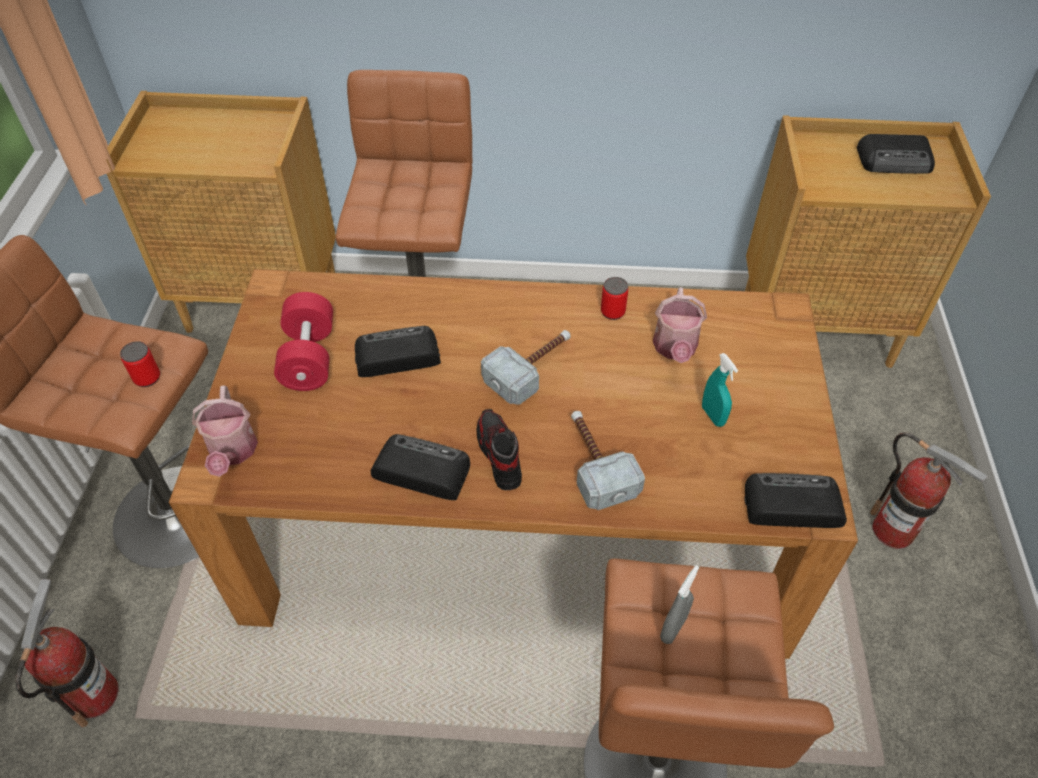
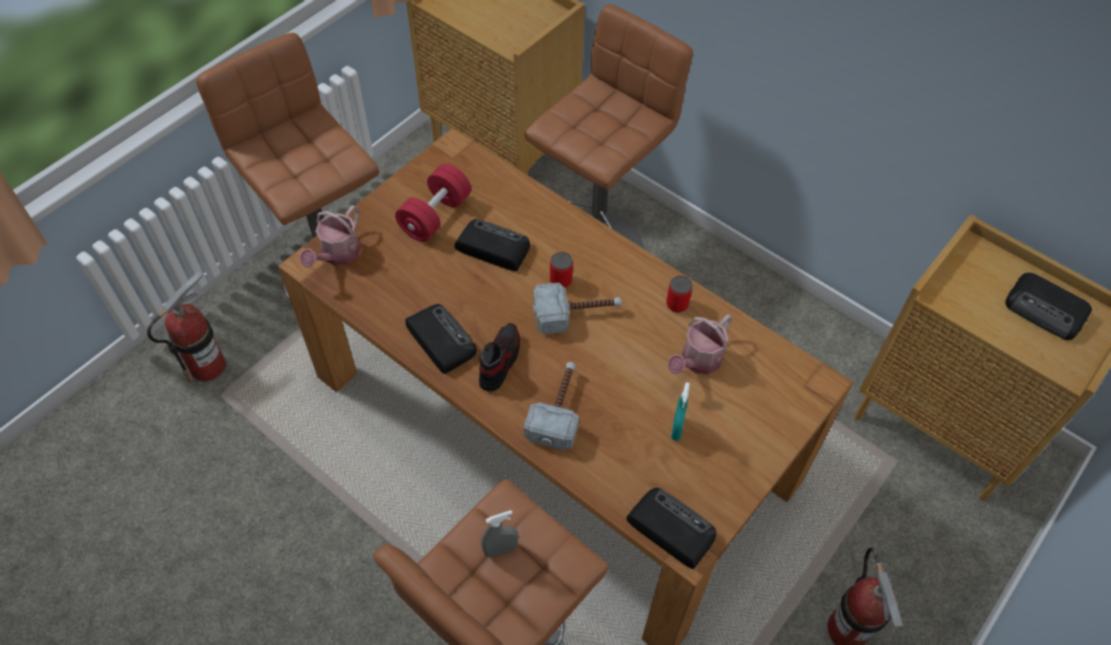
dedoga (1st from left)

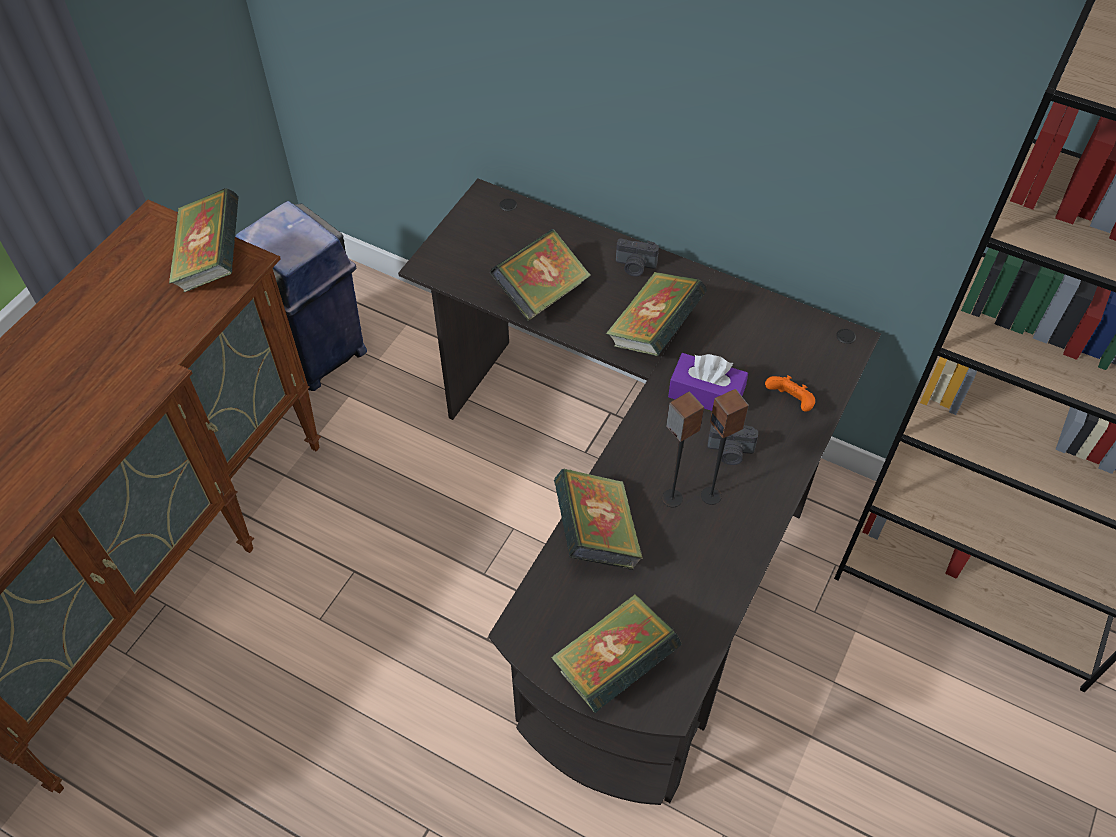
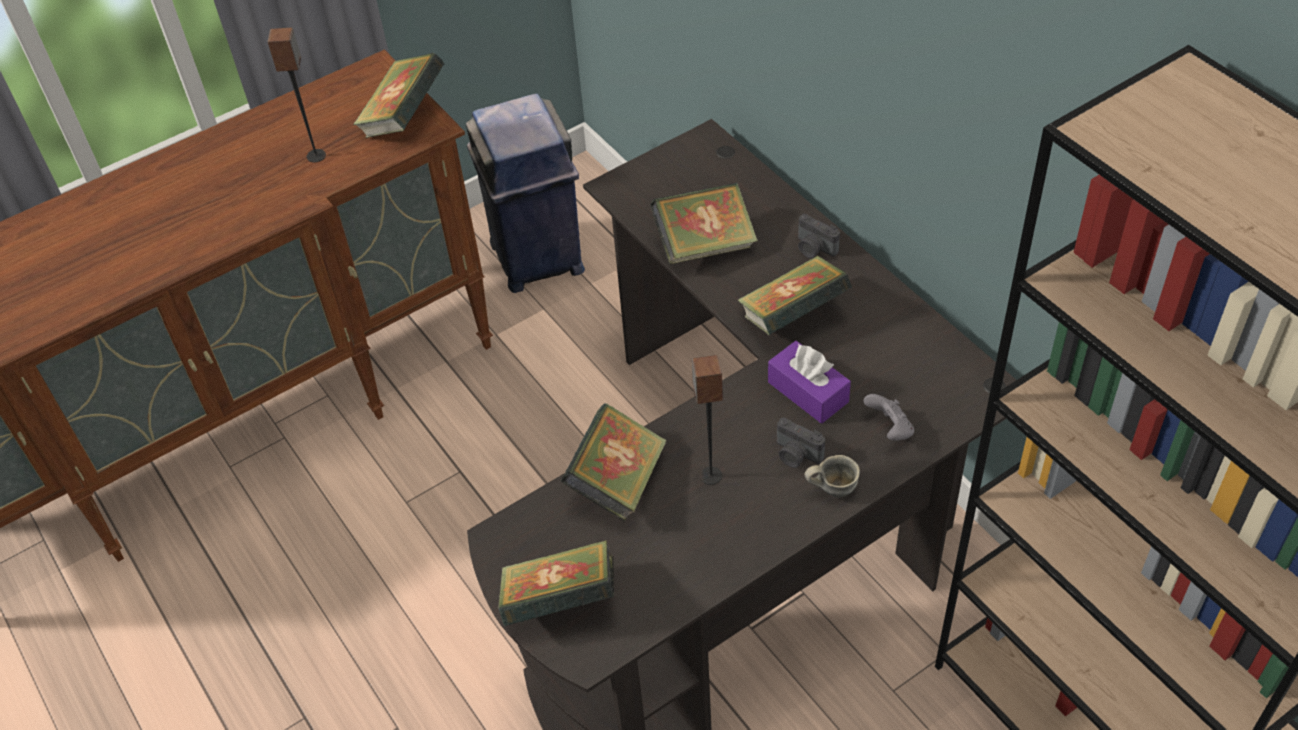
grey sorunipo; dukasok (1st from left); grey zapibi

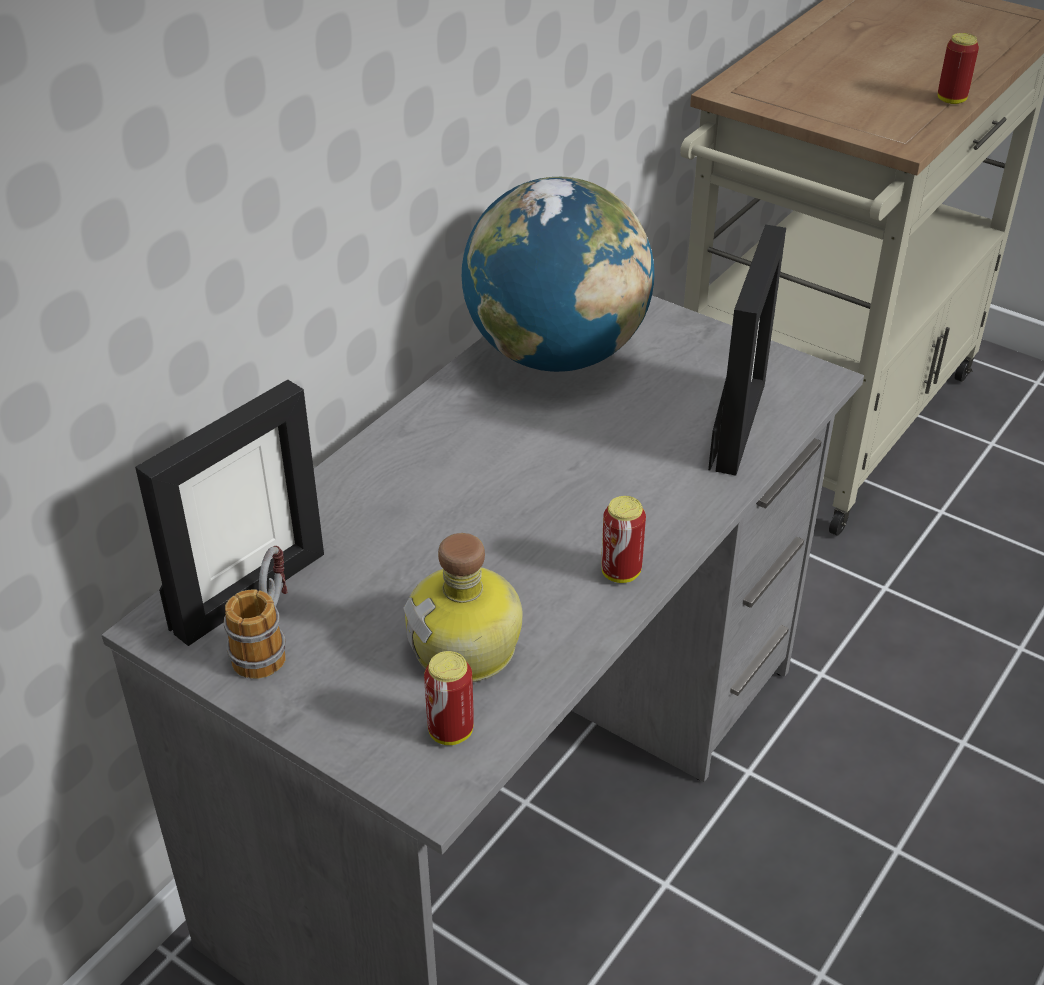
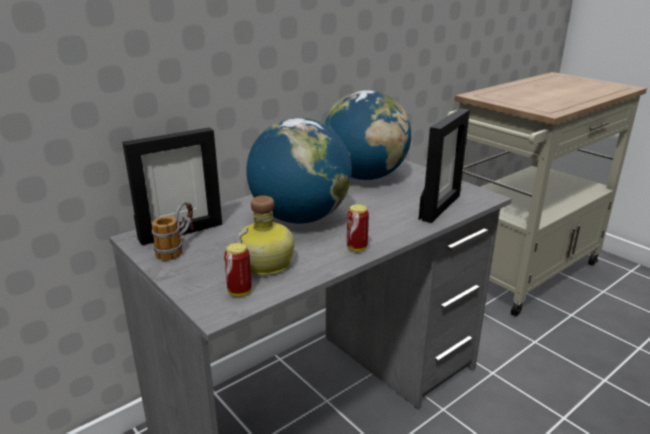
dedoga (3rd from left in the first image); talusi (1st from left)

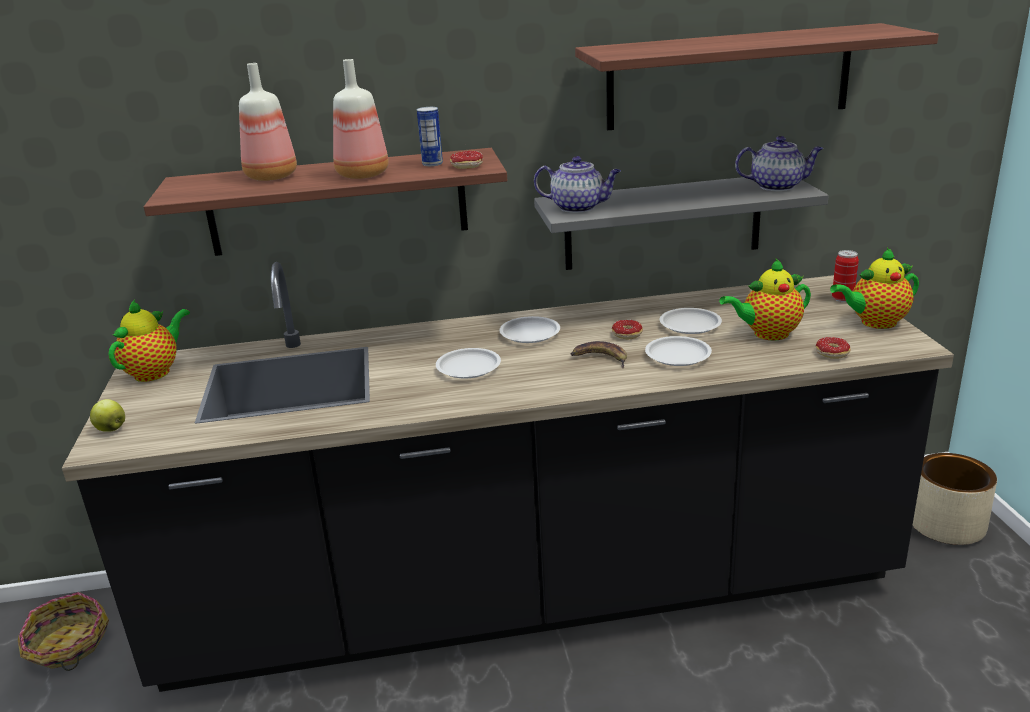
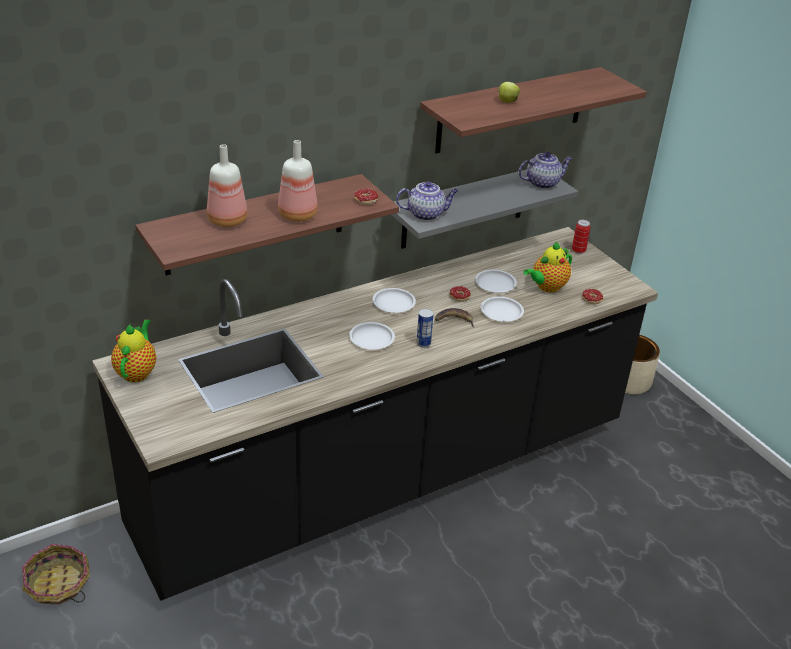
dedoga (1st from left); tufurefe (5th from left in the first image); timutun

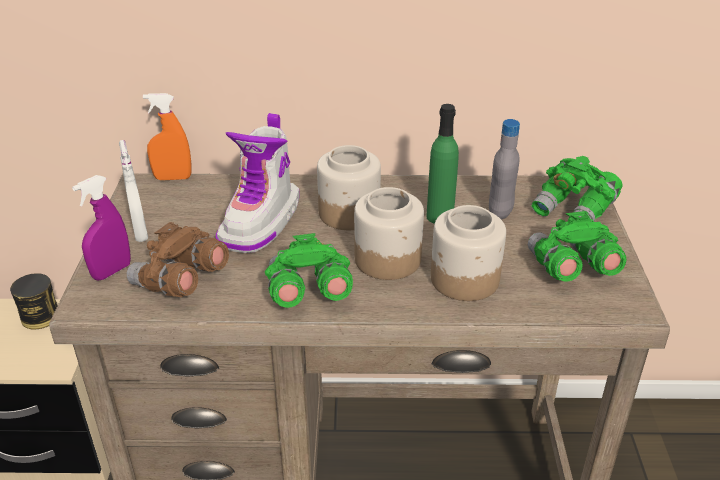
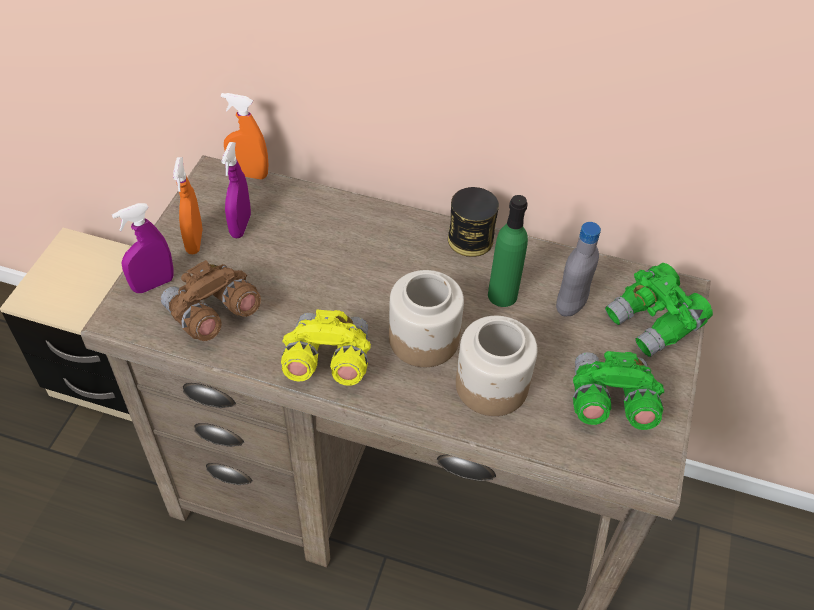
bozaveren; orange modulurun (1st from left); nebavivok (1st from left in the first image); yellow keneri; dedoga; purple modulurun (2nd from left)

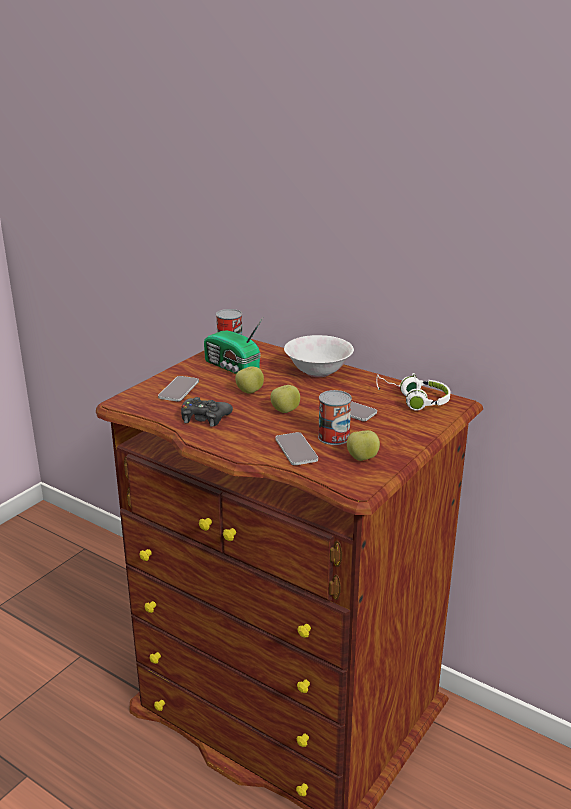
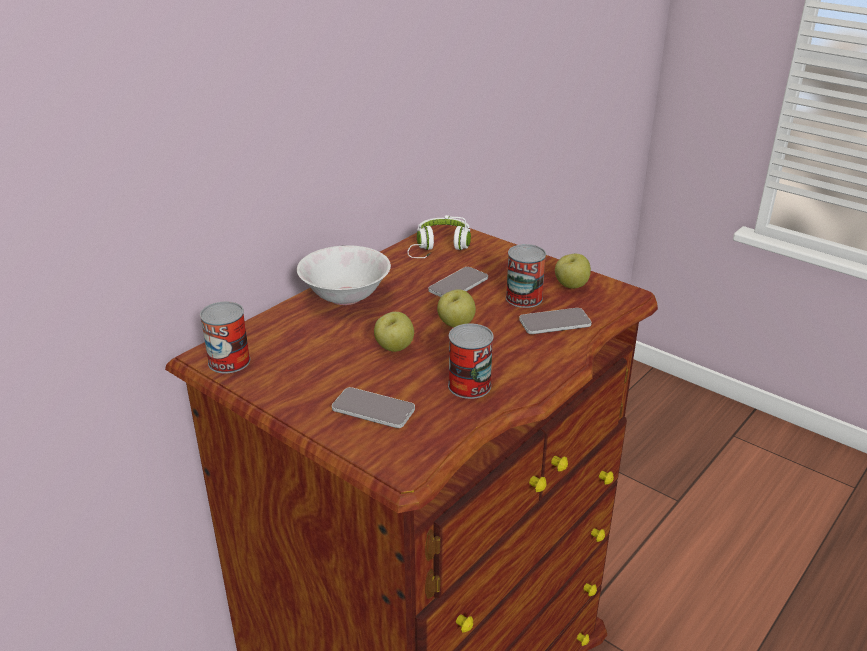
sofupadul; dedoga (2nd from left)

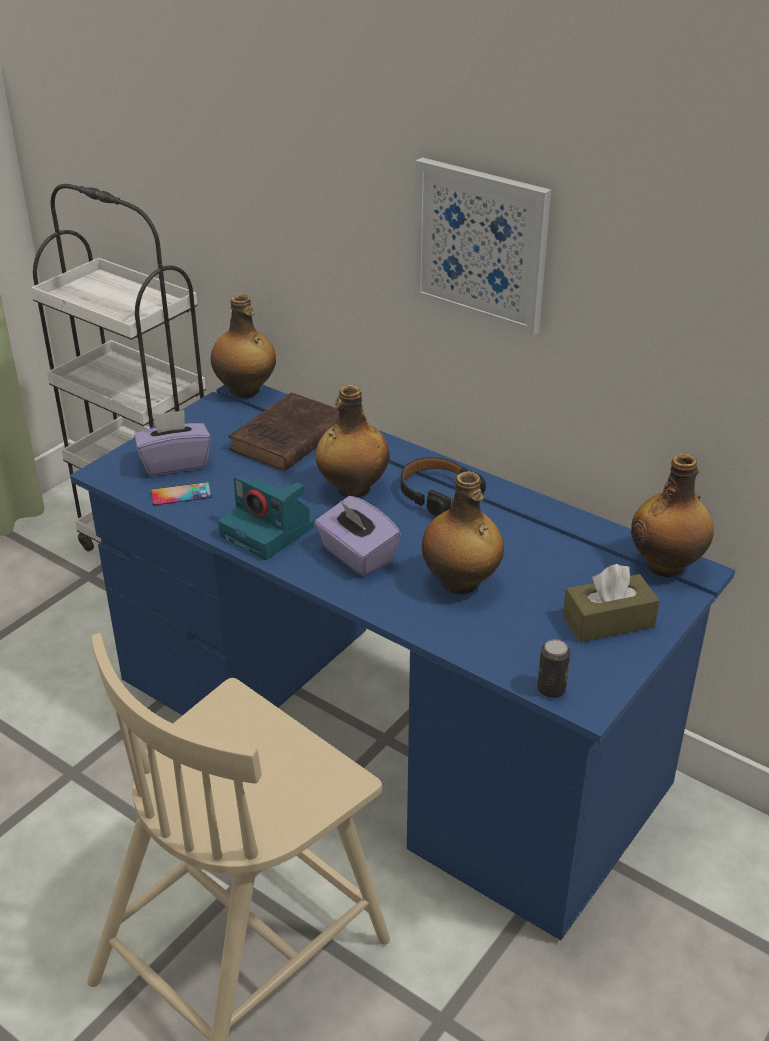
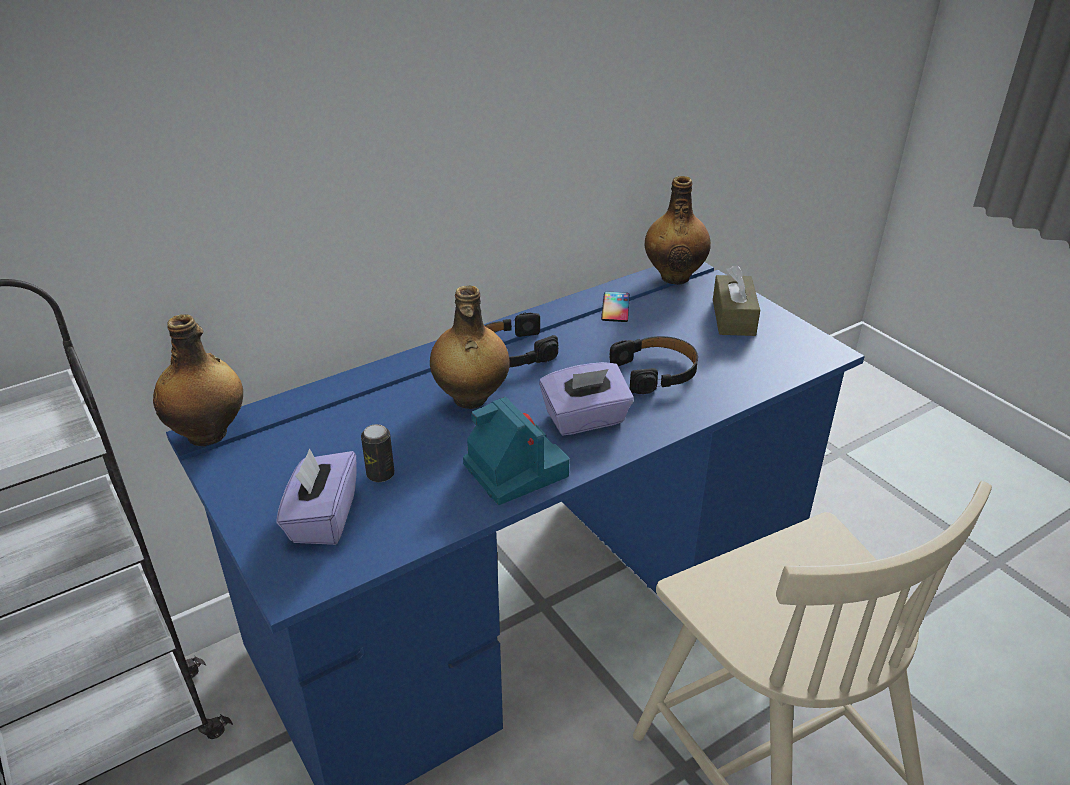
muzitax; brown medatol; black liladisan (2nd from left); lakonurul; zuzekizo; dedoga

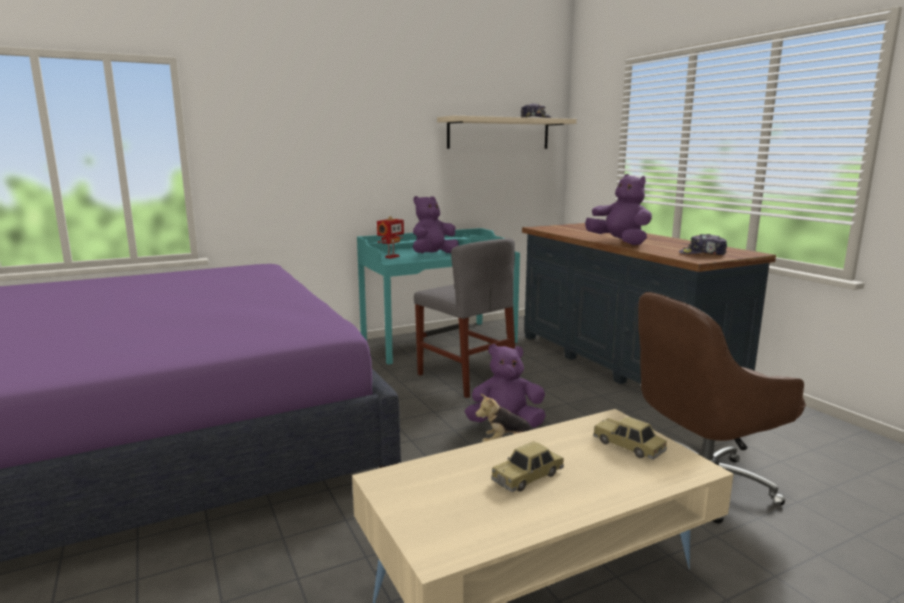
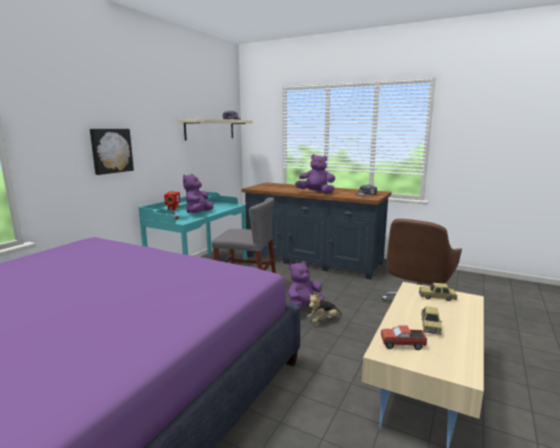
muzitax; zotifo

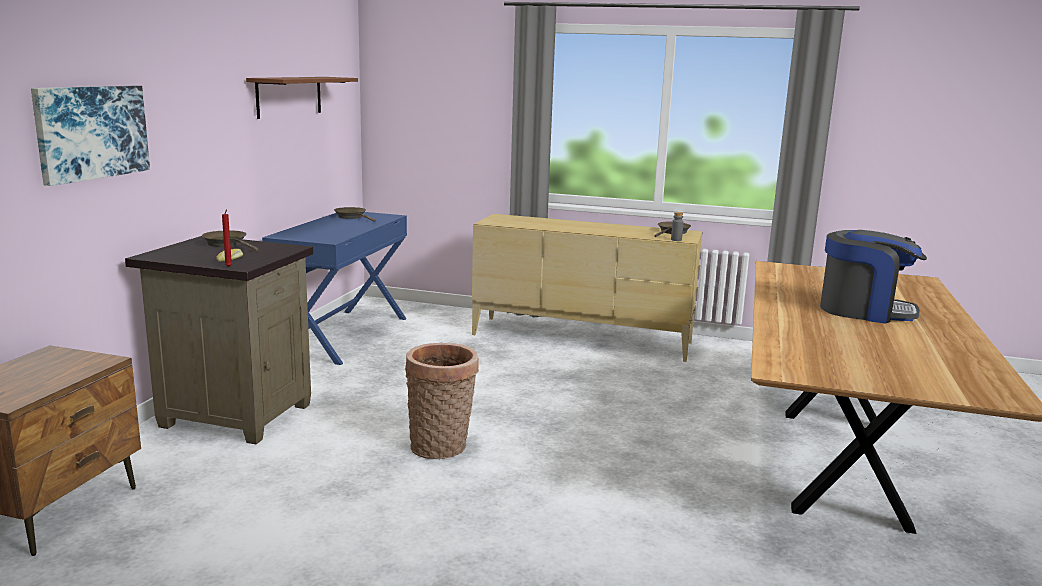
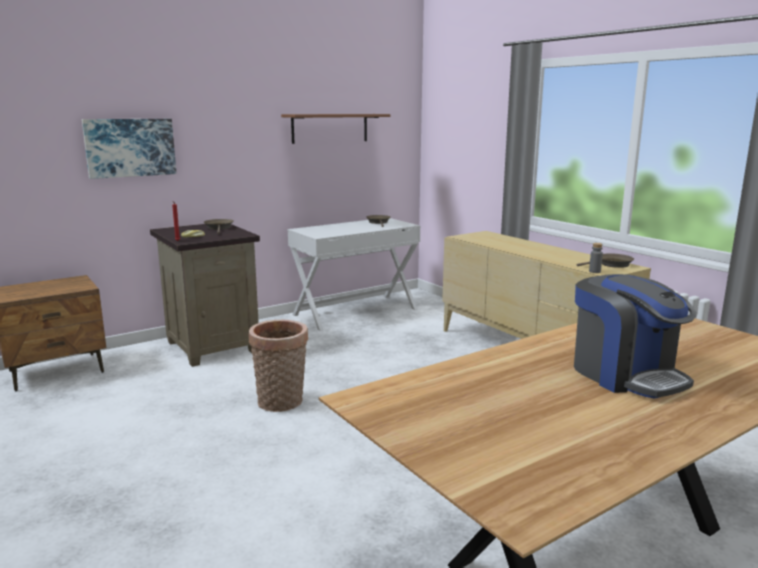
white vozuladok

